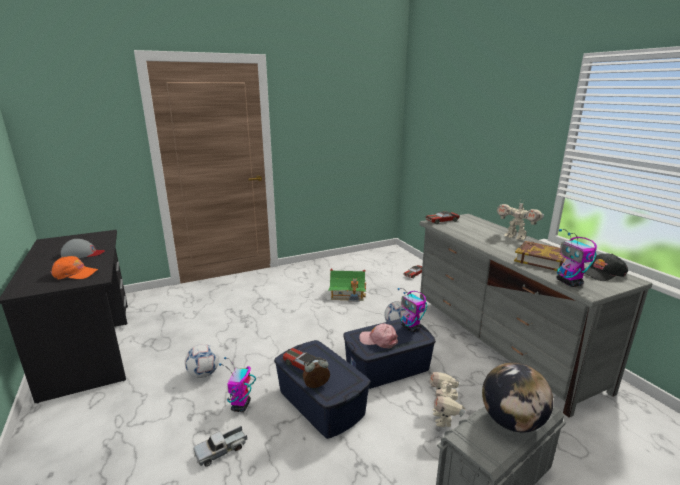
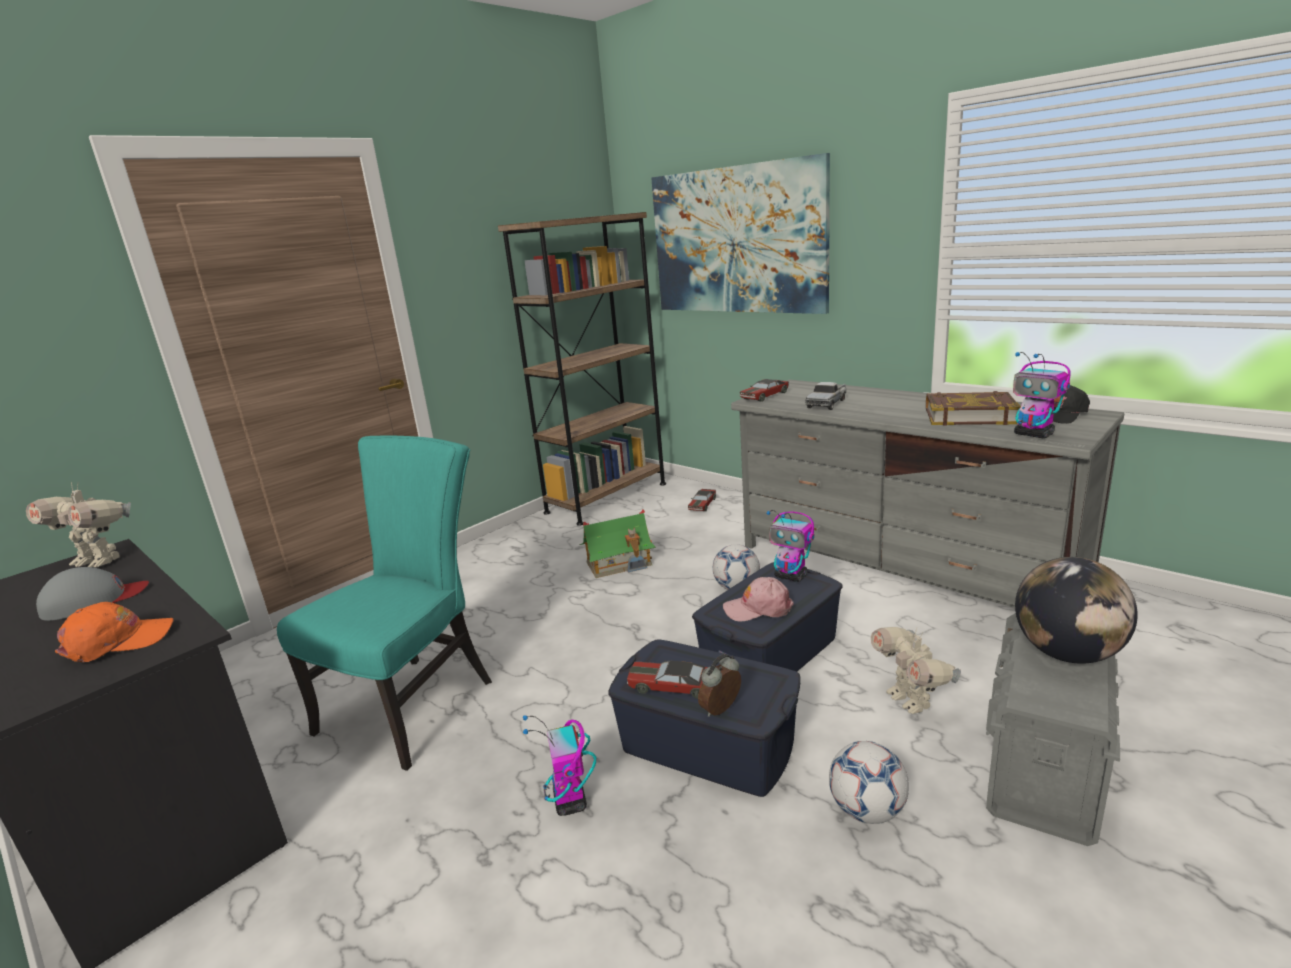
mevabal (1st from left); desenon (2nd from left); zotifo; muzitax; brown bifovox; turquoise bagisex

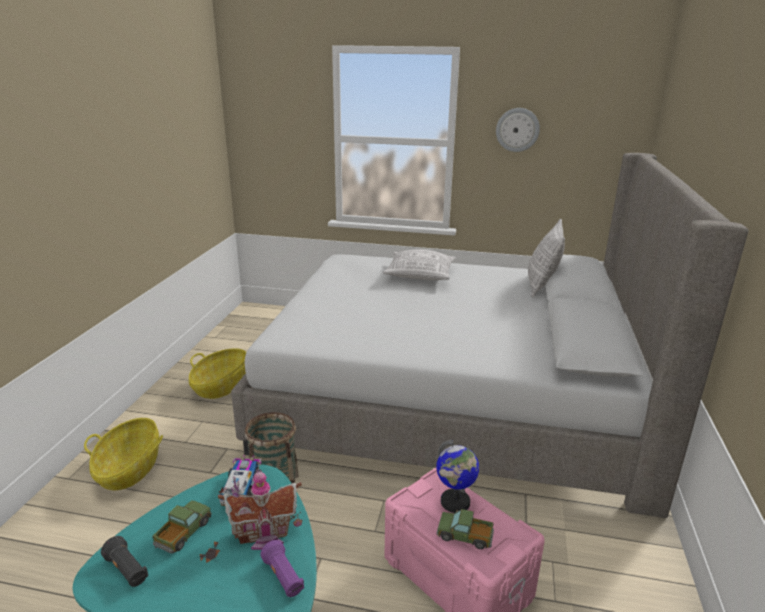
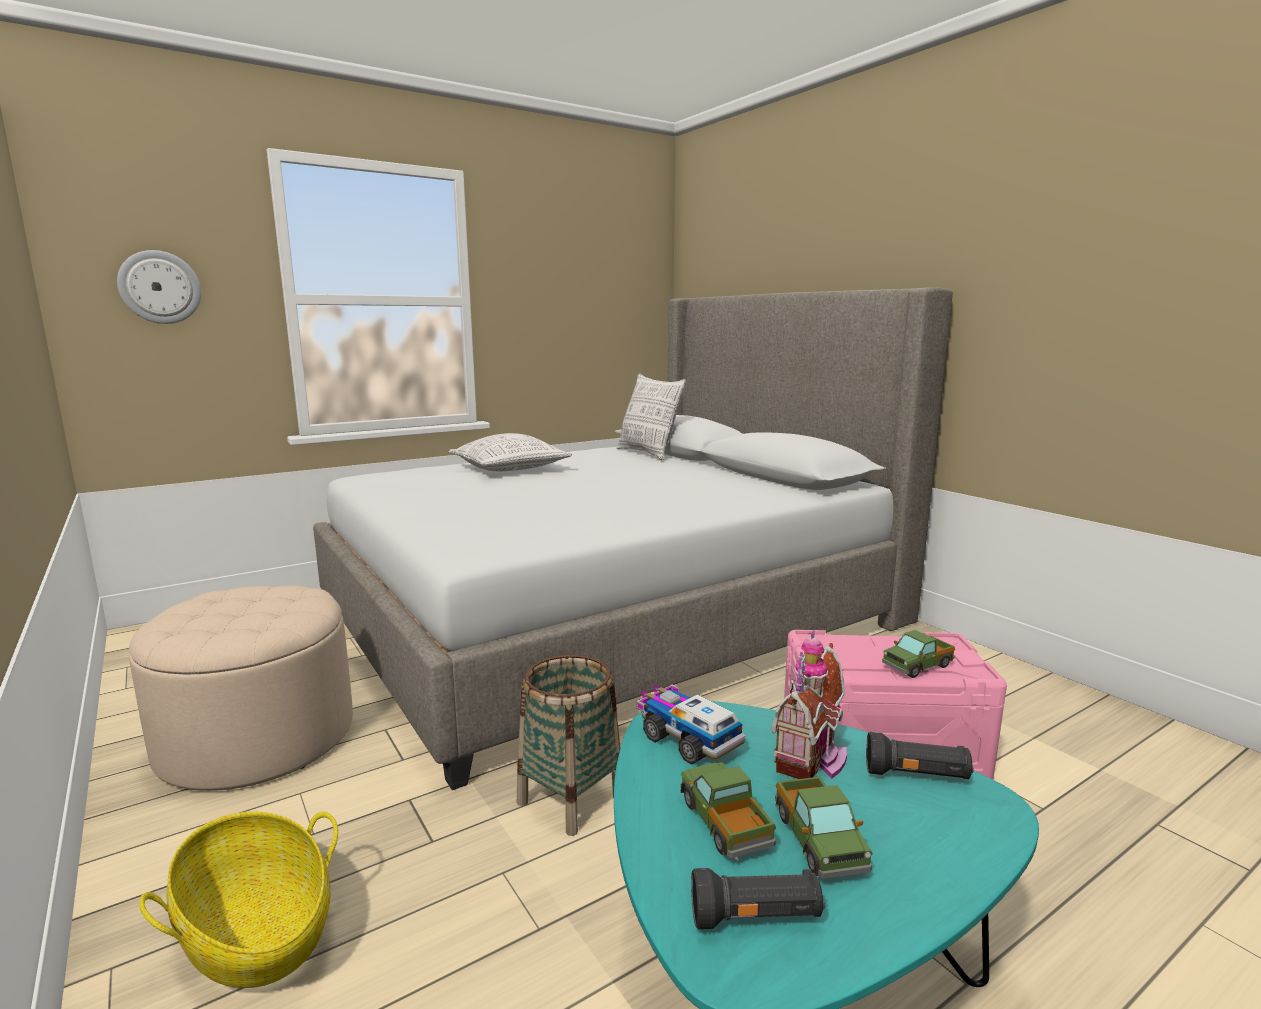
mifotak; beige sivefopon; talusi; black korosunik (2nd from left); zotifo (3rd from left)

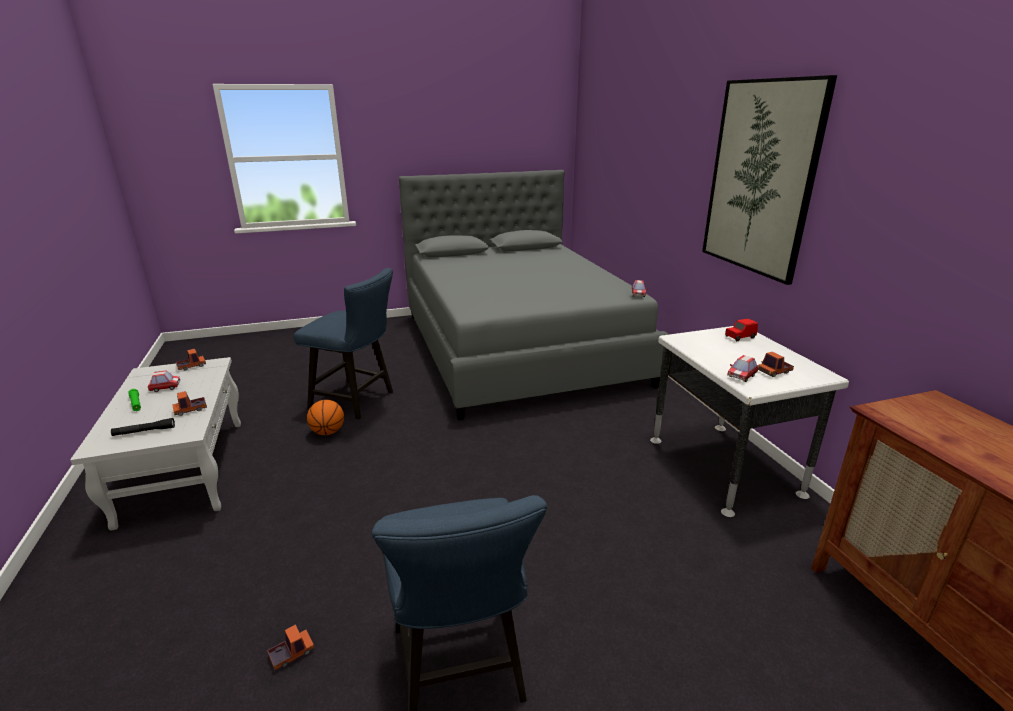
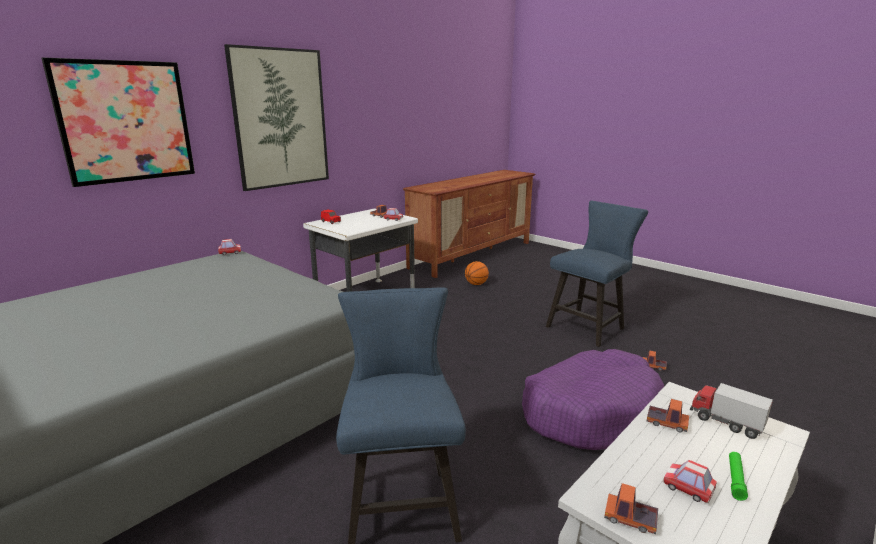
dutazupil; zotifo (5th from left); muzitax (1st from left); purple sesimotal

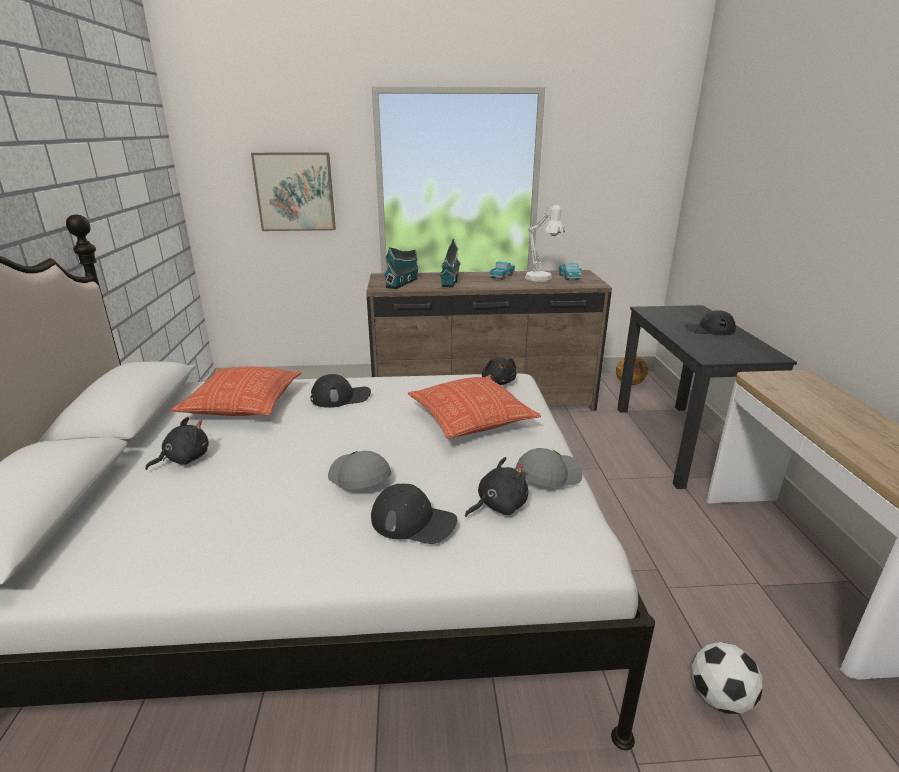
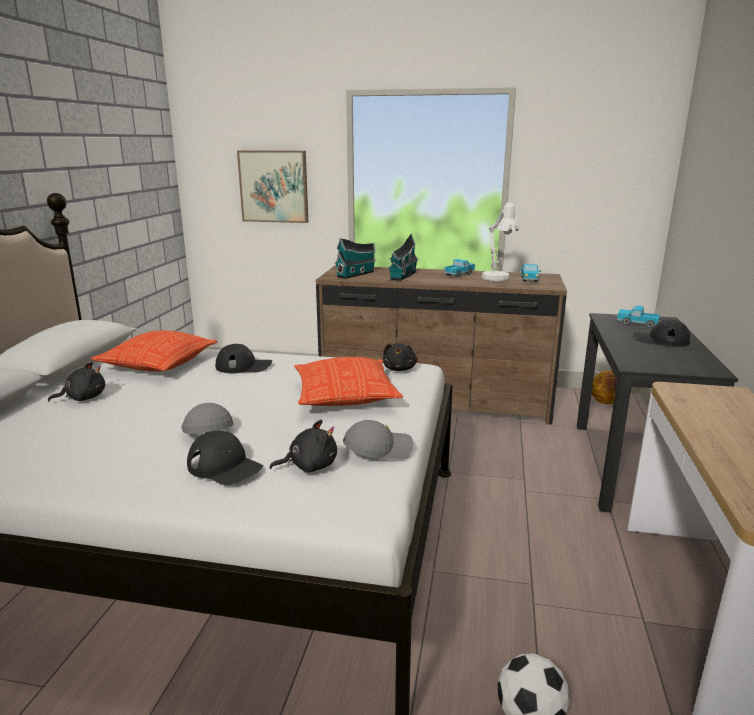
zotifo (3rd from left)

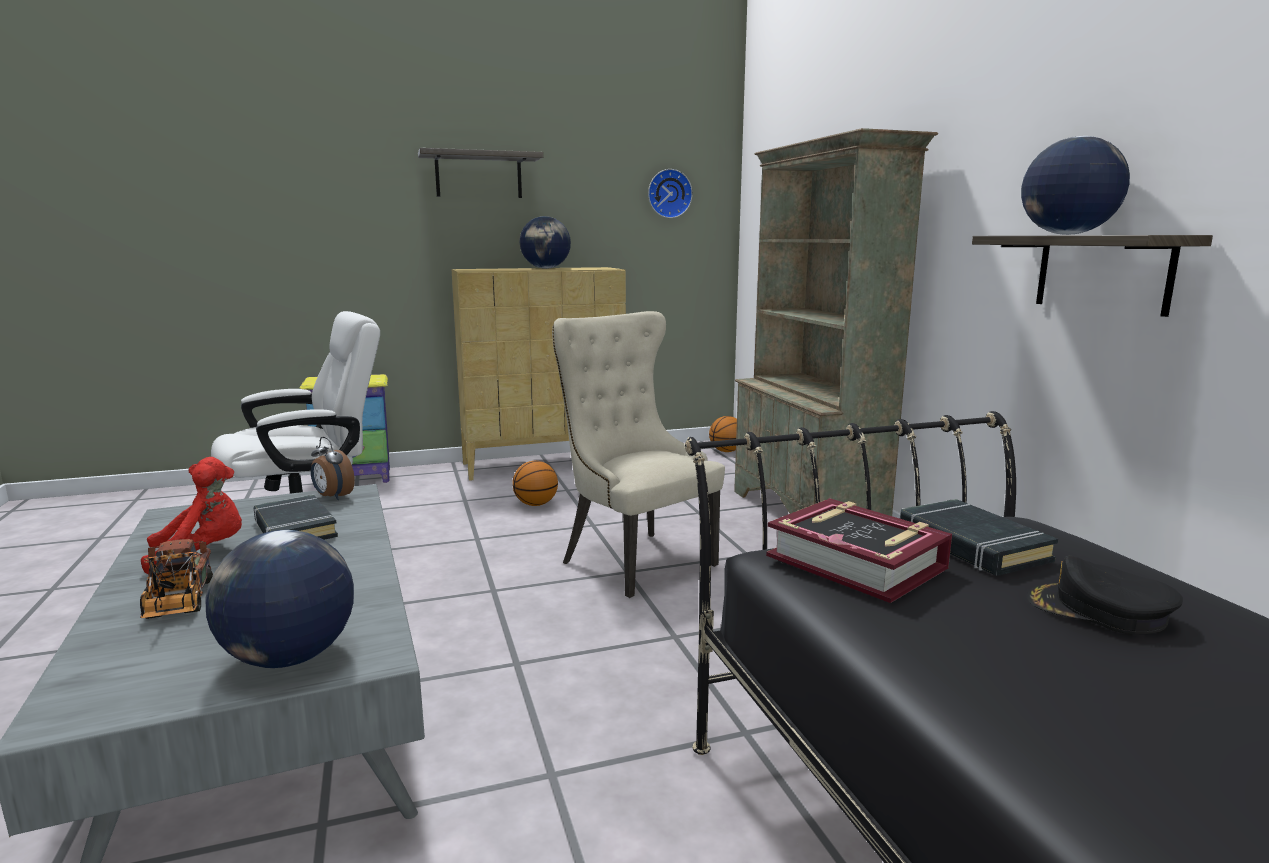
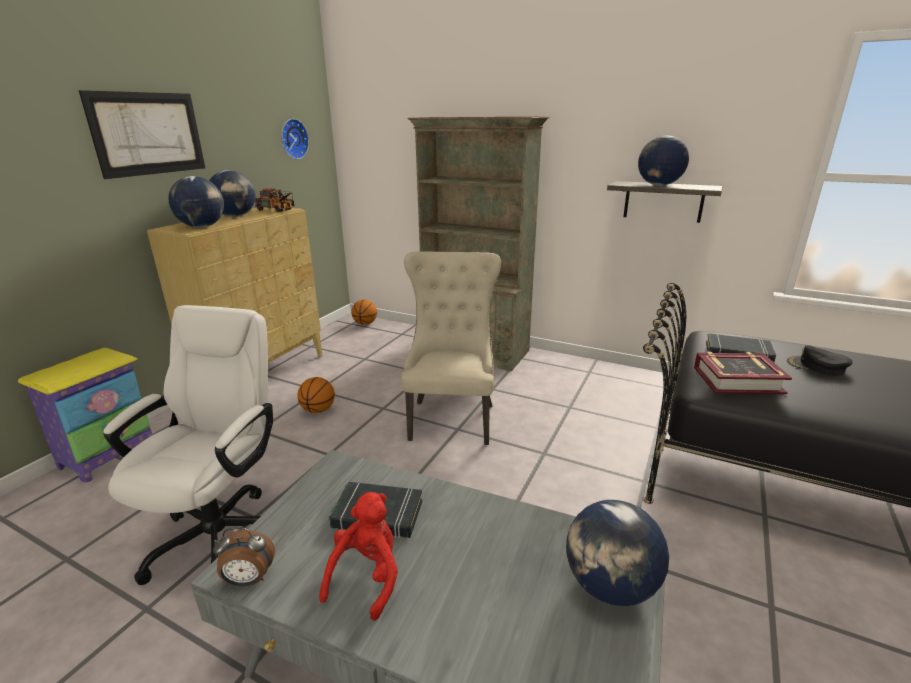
muzitax; beige bagisex; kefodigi; zotifo; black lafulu; talusi (1st from left)

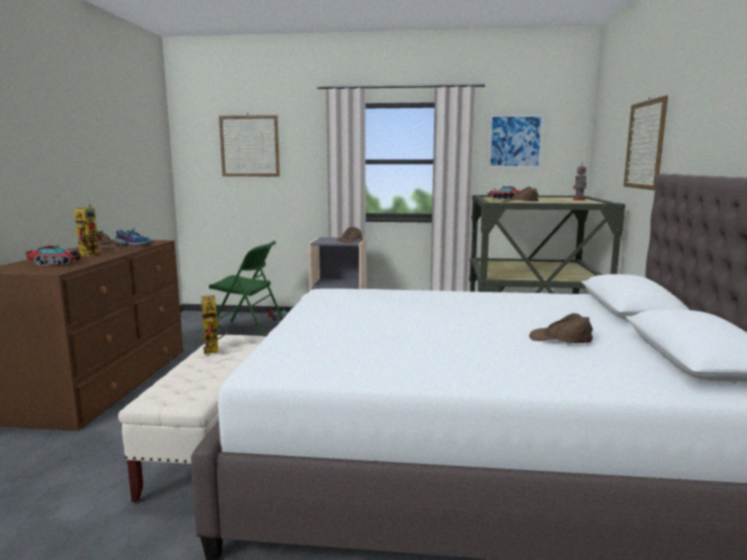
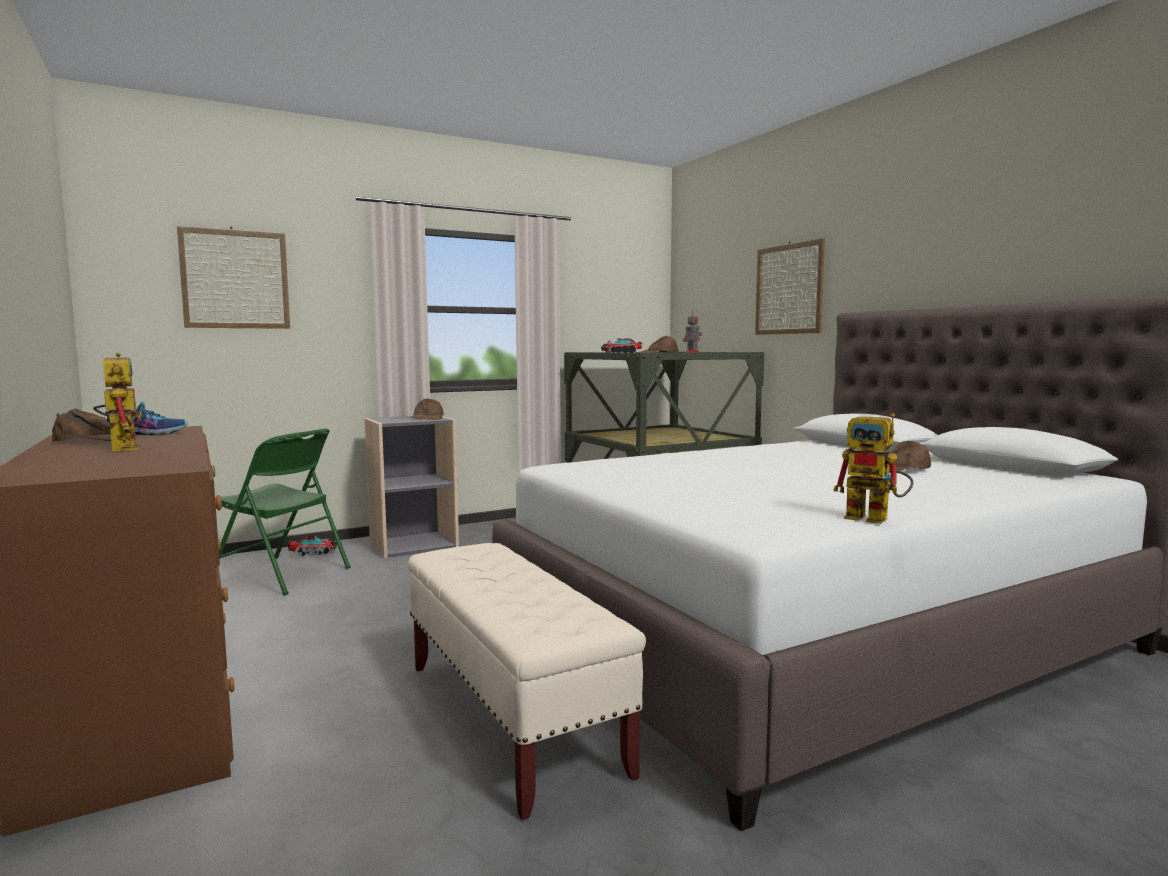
muzitax (2nd from left in the first image); green bagisex; zotifo (1st from left in the first image); mevabal (3rd from left)

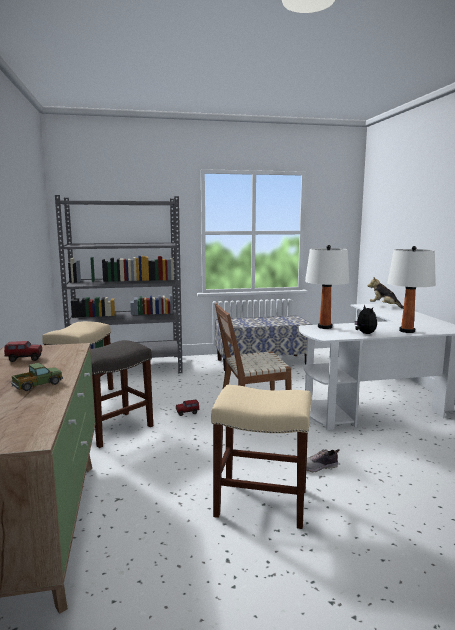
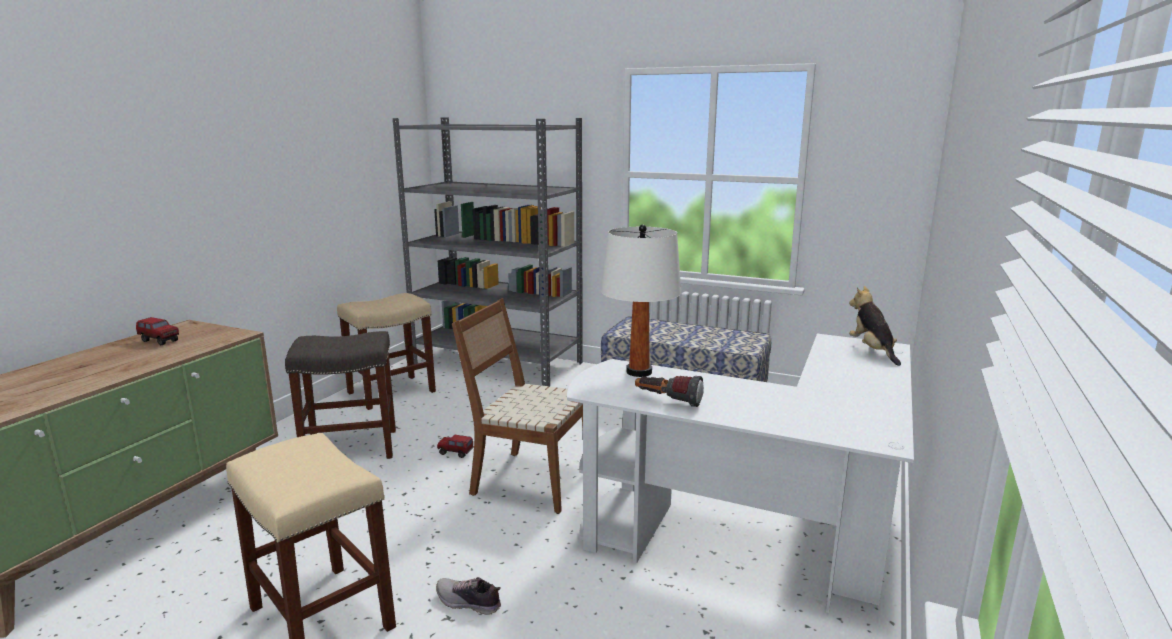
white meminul (2nd from left in the first image); korosunik; zotifo (2nd from left in the first image)

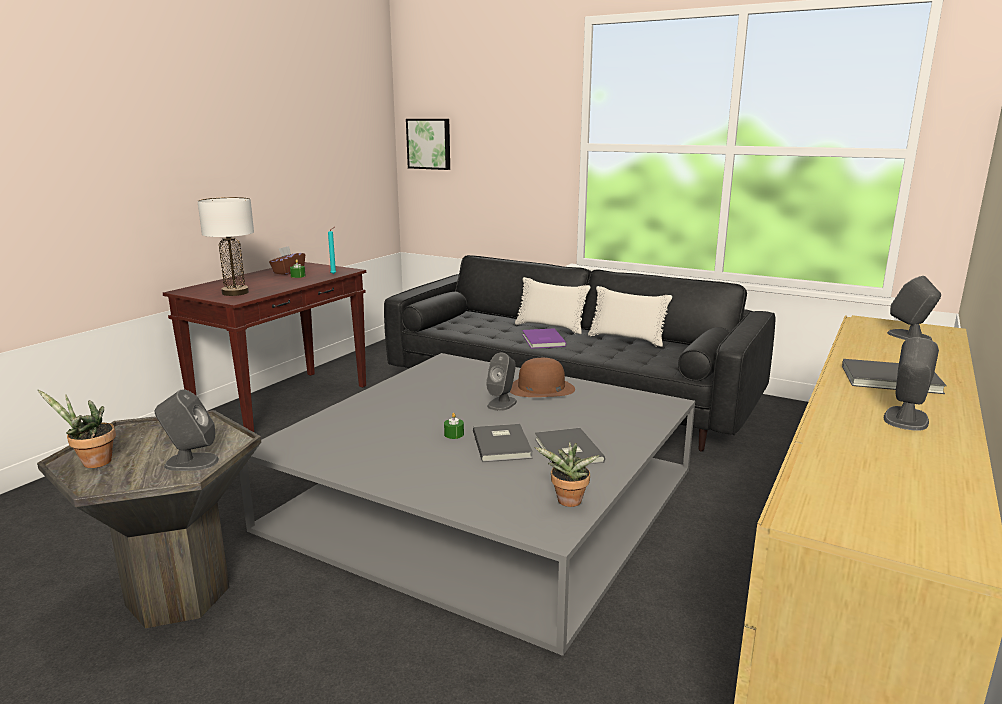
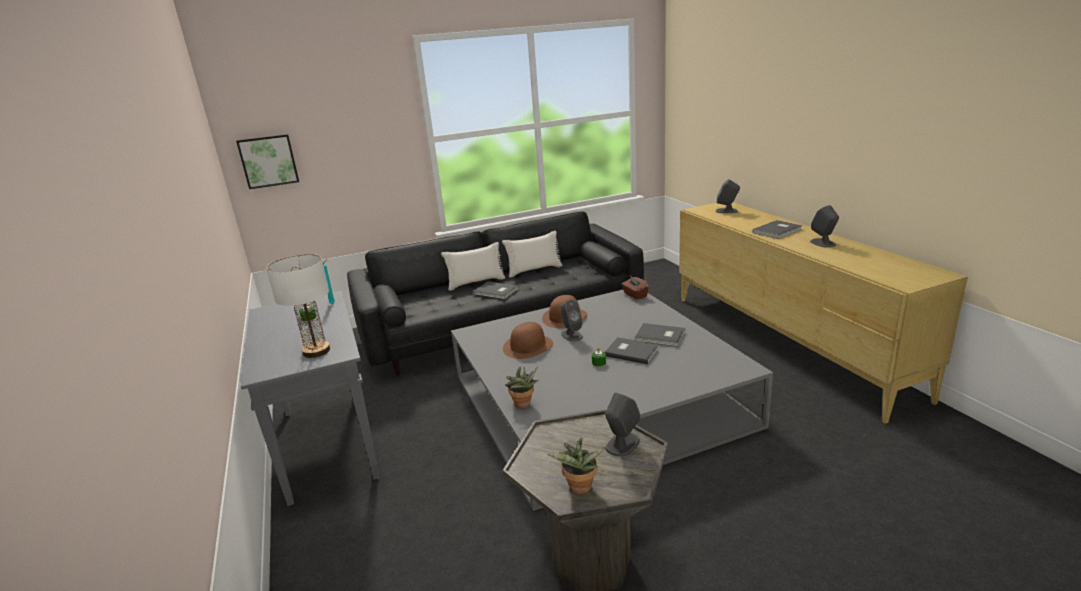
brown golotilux; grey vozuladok; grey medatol (1st from left); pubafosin (1st from left); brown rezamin (1st from left)

